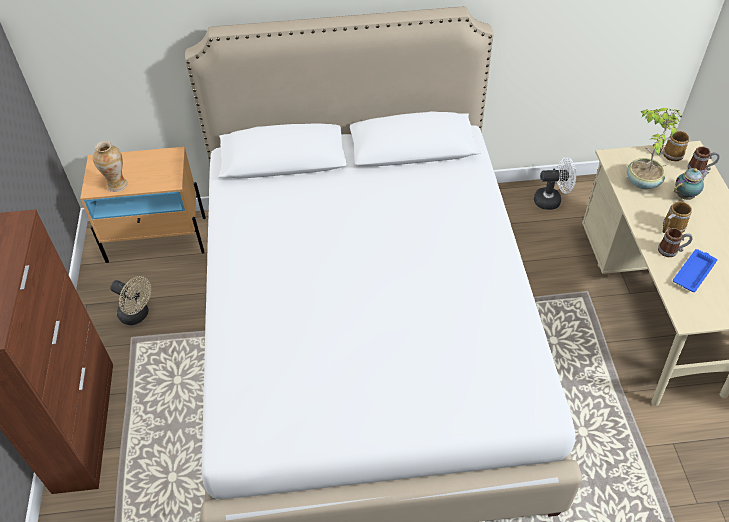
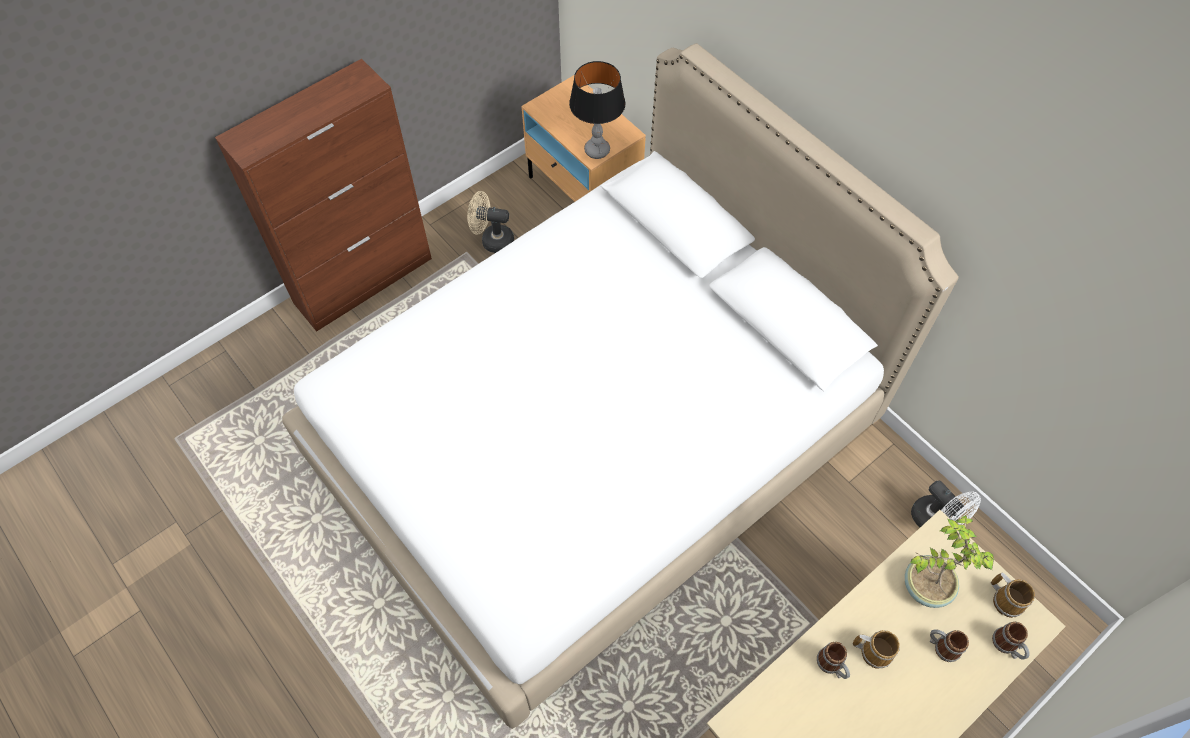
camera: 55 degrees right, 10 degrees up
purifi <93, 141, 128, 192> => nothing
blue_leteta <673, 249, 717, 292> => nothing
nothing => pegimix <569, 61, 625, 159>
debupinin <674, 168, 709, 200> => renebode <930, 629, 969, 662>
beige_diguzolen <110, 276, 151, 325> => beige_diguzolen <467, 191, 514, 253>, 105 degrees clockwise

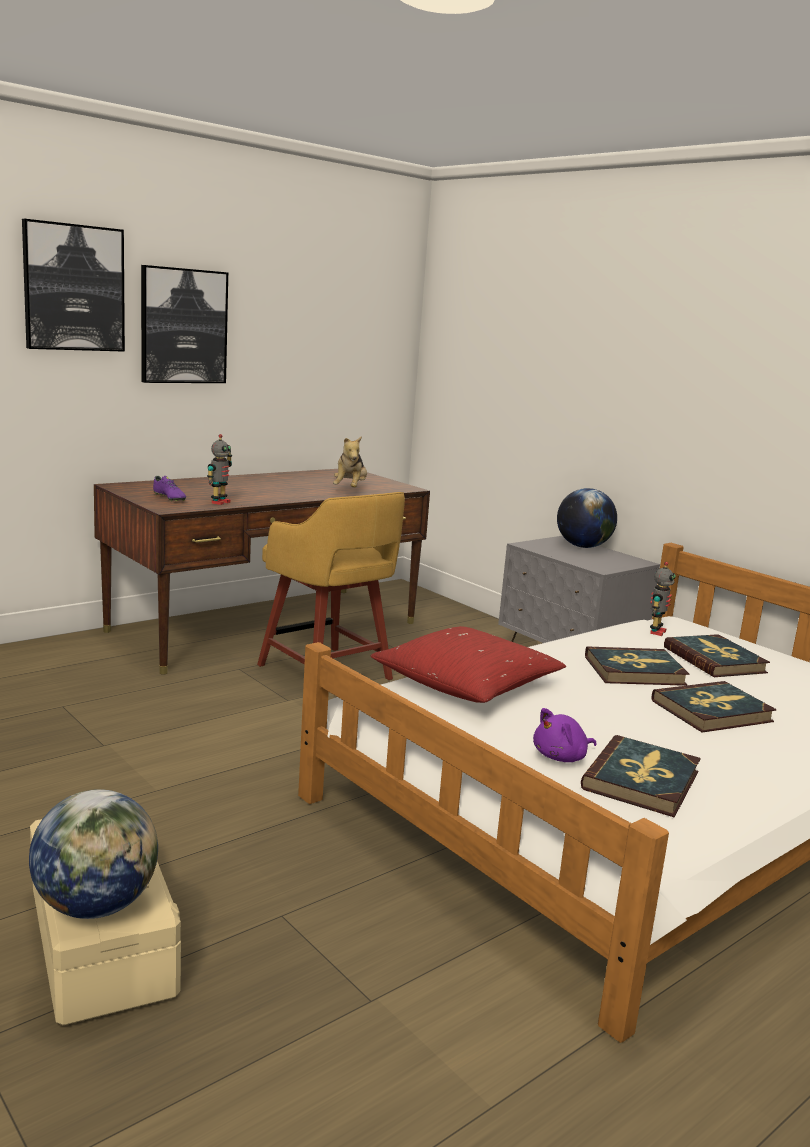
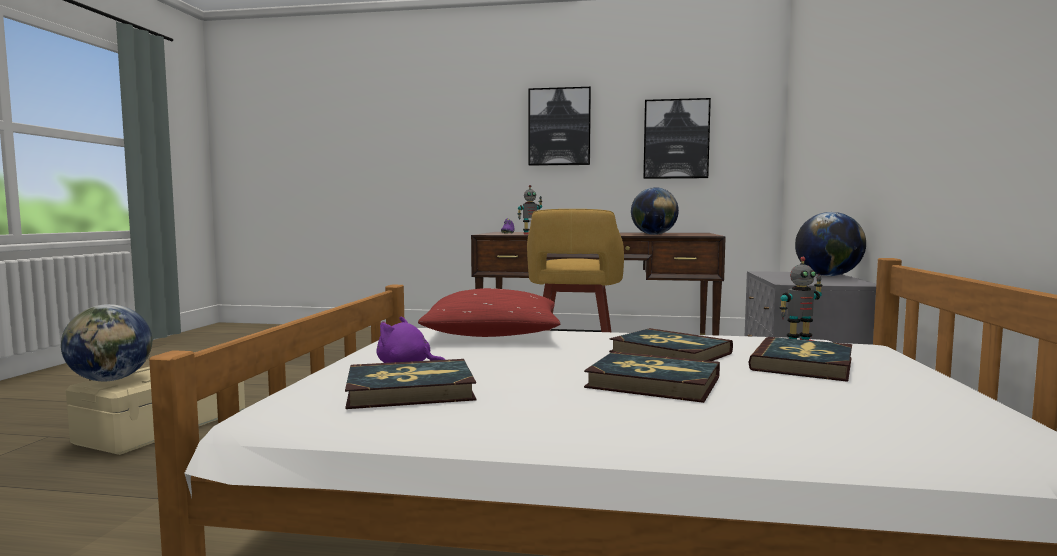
camera: 50 degrees right, 10 degrees down
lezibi <22, 219, 125, 352> => lezibi <643, 98, 711, 179>, move
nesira <333, 436, 367, 487> => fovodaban <631, 187, 679, 235>

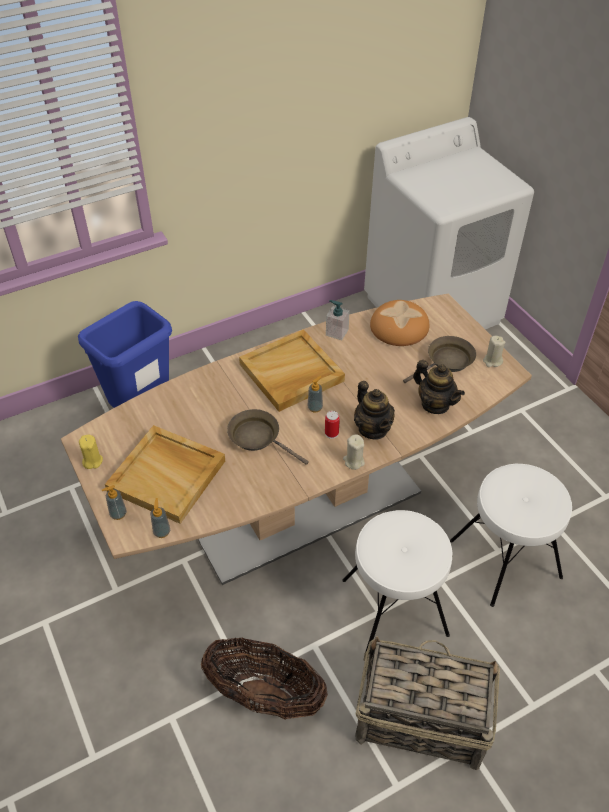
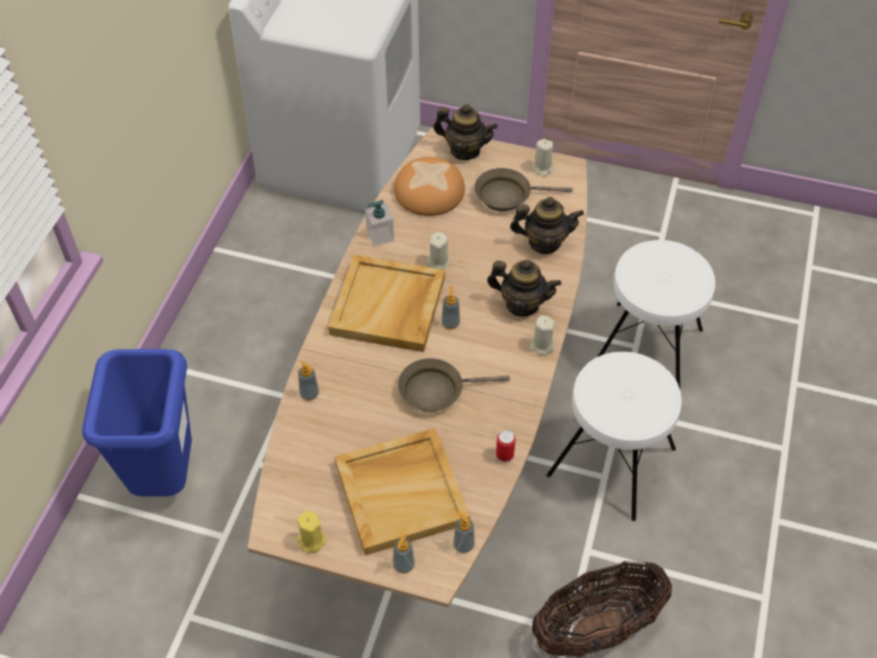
camera: 45 degrees left, 5 degrees up
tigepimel <355, 636, 500, 770> => nothing
nothing => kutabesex <298, 361, 319, 401>
nothing => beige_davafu <427, 232, 450, 270>
nothing => debupinin <433, 104, 498, 160>
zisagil <325, 411, 340, 439> => zisagil <496, 430, 516, 463>, move
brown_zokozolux <403, 336, 476, 383> => brown_zokozolux <475, 168, 573, 211>, 105 degrees counterclockwise

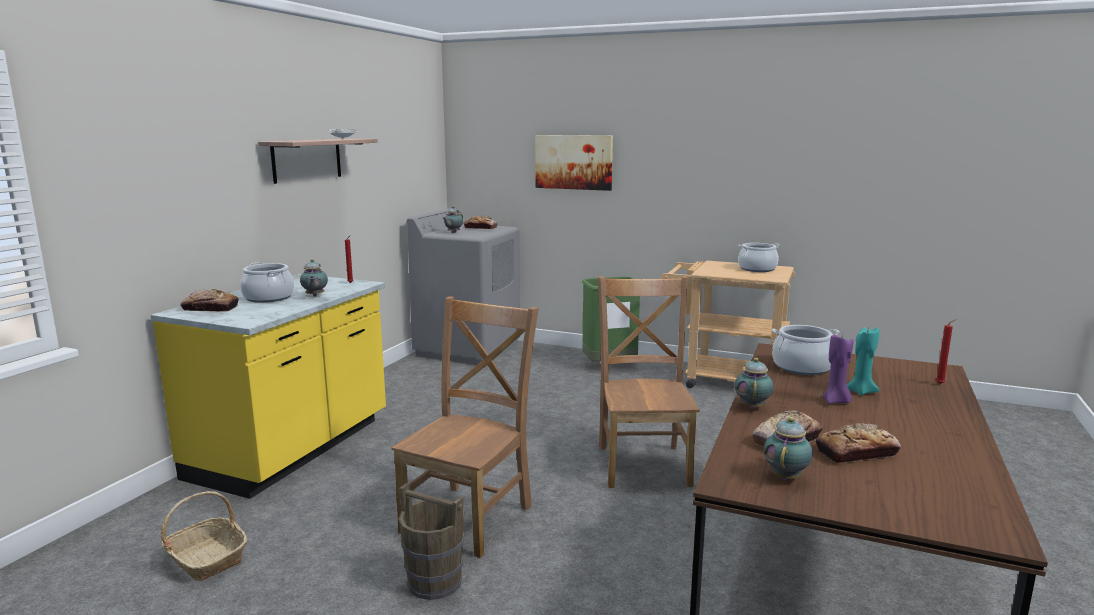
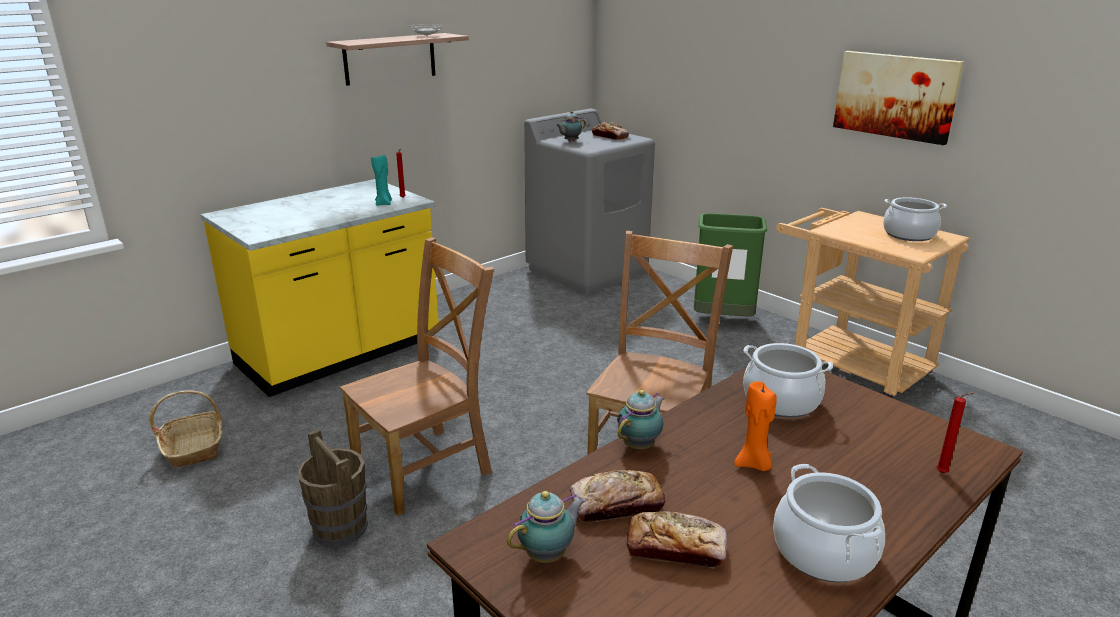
camera: 25 degrees right, 10 degrees up
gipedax <180, 289, 239, 312> => nothing
debupinin <300, 259, 328, 297> => nothing
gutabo <240, 262, 294, 303> => gutabo <773, 464, 885, 582>, move
lezibi <535, 135, 613, 191> => lezibi <833, 51, 964, 145>, move
turquoise_davafu <847, 326, 879, 396> => turquoise_davafu <371, 155, 392, 206>, move
purple_davafu <823, 334, 854, 404> => orange_davafu <734, 381, 777, 471>

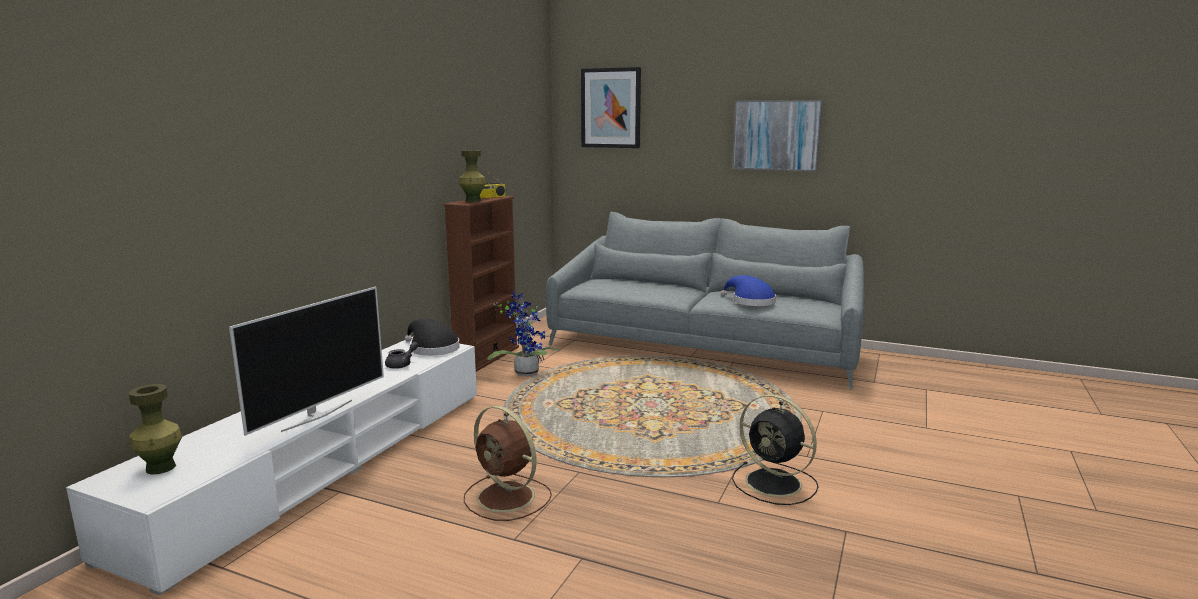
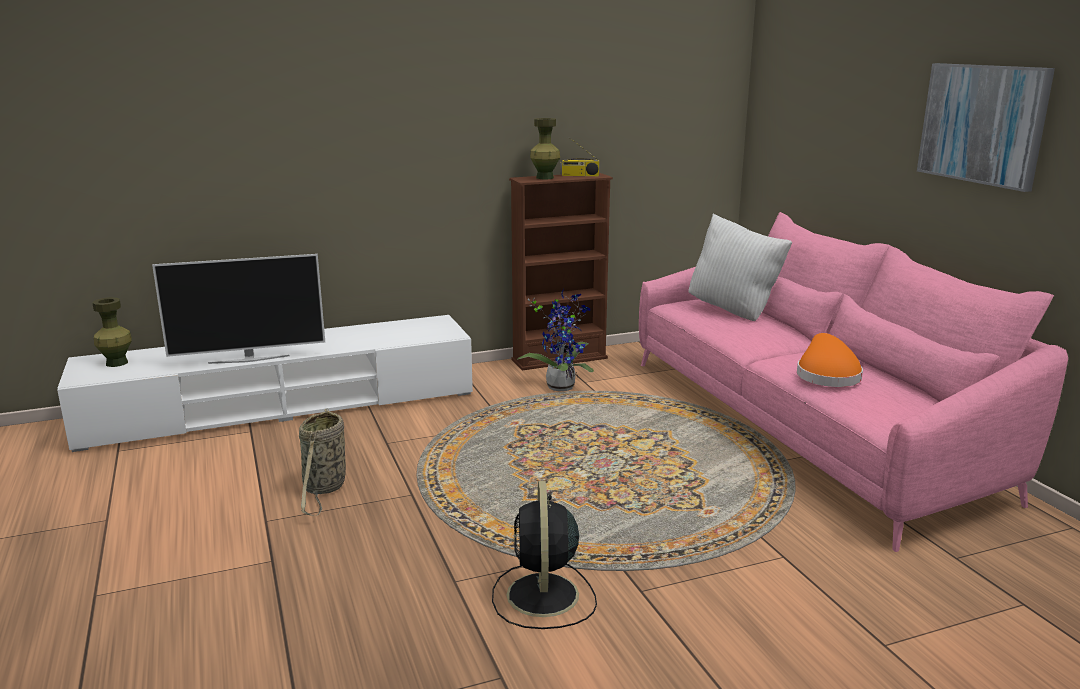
camera: 45 degrees right, 5 degrees up
grey_debupinin <385, 342, 418, 369> => nothing
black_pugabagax <405, 319, 460, 356> => nothing
lezibi <581, 67, 641, 148> => nothing
nothing => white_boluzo <688, 213, 792, 321>
brown_diguzolen <464, 406, 552, 521> => tigepimel <299, 409, 346, 516>
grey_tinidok <546, 212, 864, 389> => pink_tinidok <639, 212, 1068, 552>
blue_pugabagax <721, 275, 776, 306> => orange_pugabagax <797, 333, 863, 387>

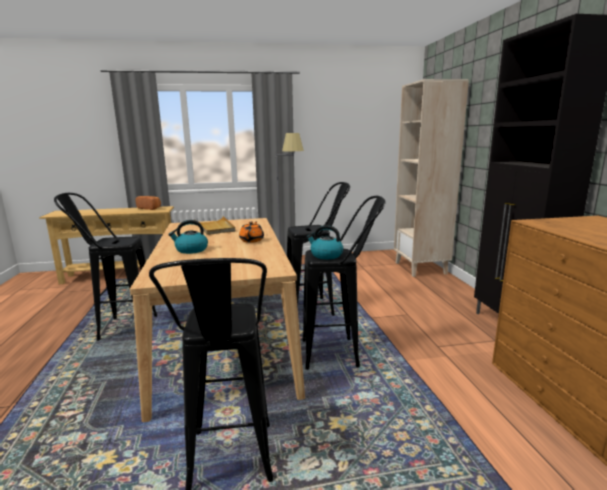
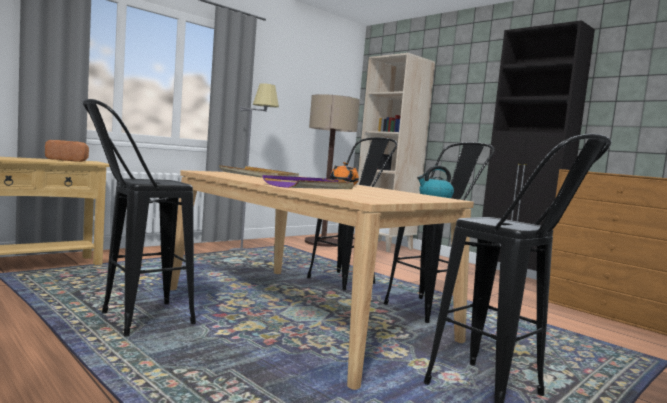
camera: 35 degrees left, 10 degrees down
nothing => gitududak <305, 94, 360, 247>
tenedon <168, 220, 208, 254> => purple_leteta <262, 175, 354, 189>

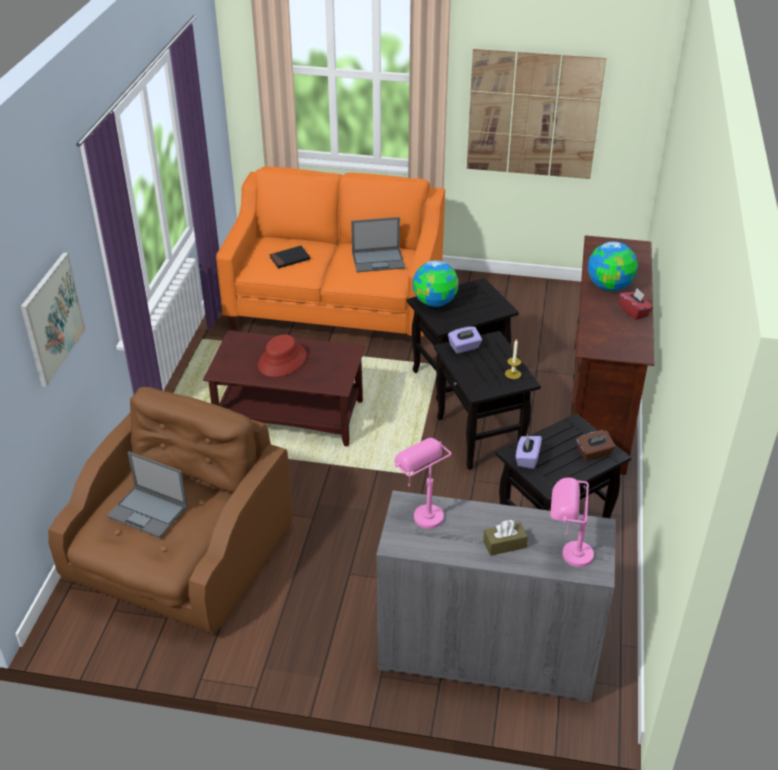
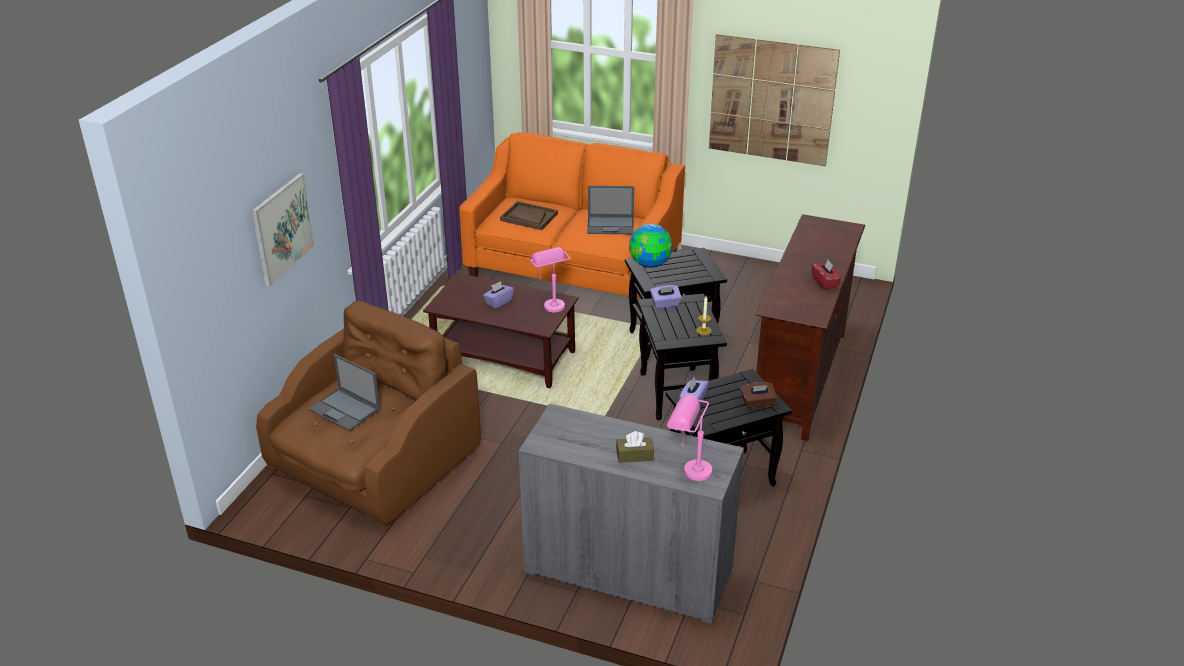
camera: 10 degrees right, 5 degrees down
fovodaban <588, 242, 638, 291> => nothing
pink_pegimix <394, 438, 451, 529> => pink_pegimix <529, 247, 570, 313>, move
red_pugabagax <258, 335, 307, 377> => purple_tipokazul <483, 281, 514, 309>
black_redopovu <269, 246, 310, 269> => brown_leteta <500, 201, 558, 230>

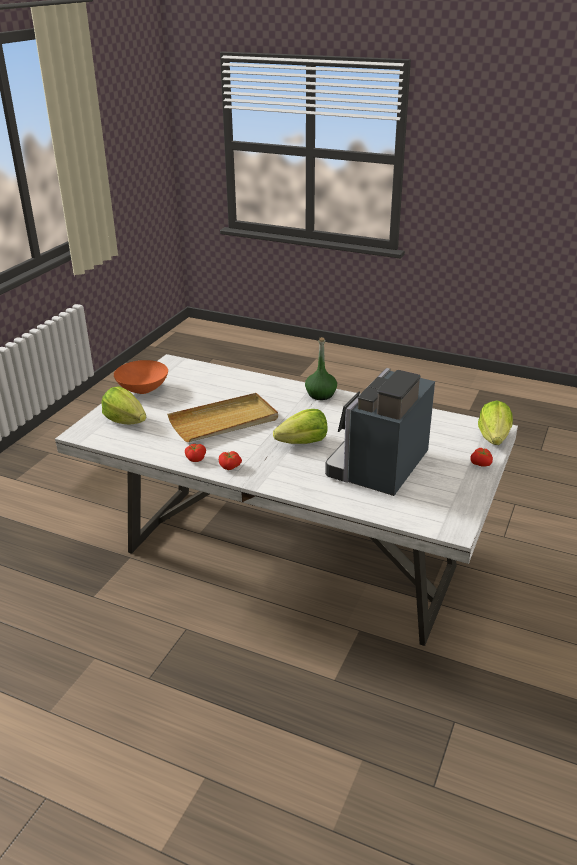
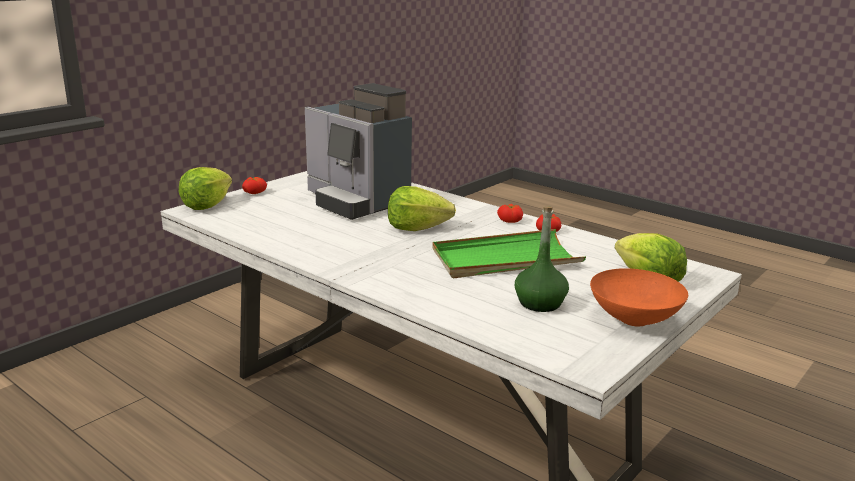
camera: 165 degrees left, 10 degrees down
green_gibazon <305, 337, 337, 400> => green_gibazon <515, 206, 569, 312>, move
beige_leteta <167, 393, 278, 442> => green_leteta <432, 229, 586, 278>
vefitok <325, 368, 435, 496> => vefitok <305, 83, 412, 220>, 90 degrees clockwise

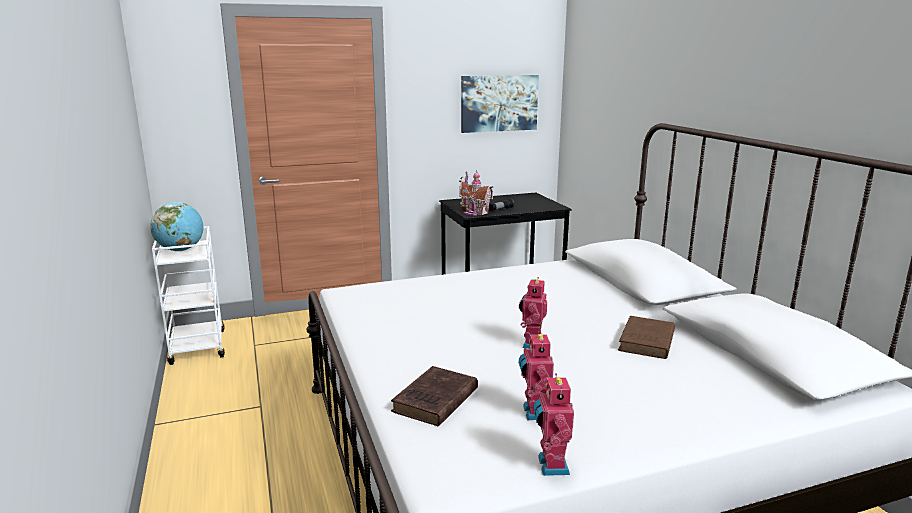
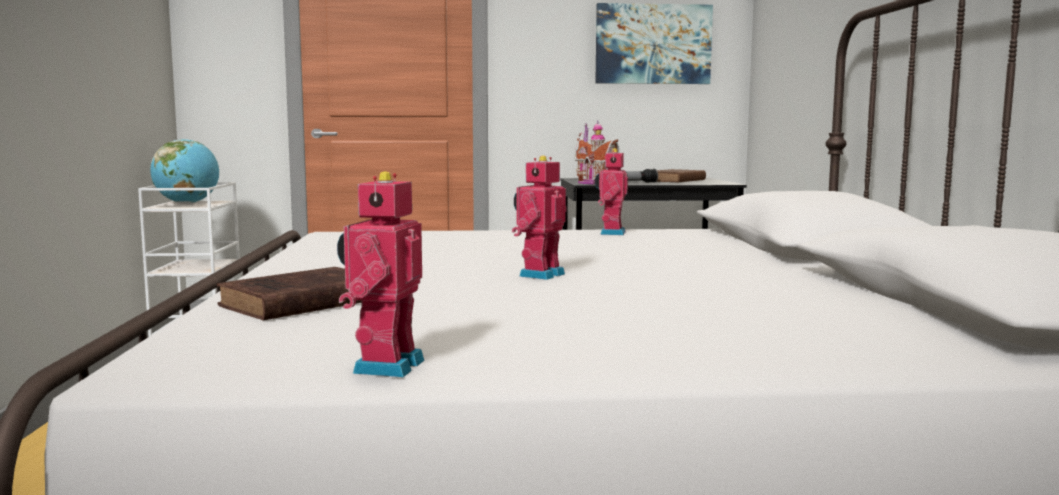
camera: 15 degrees right, 10 degrees down
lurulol <519, 331, 554, 420> => lurulol <595, 148, 628, 235>, move
brown_redopovu <618, 316, 675, 359> => brown_redopovu <656, 169, 706, 183>, move

